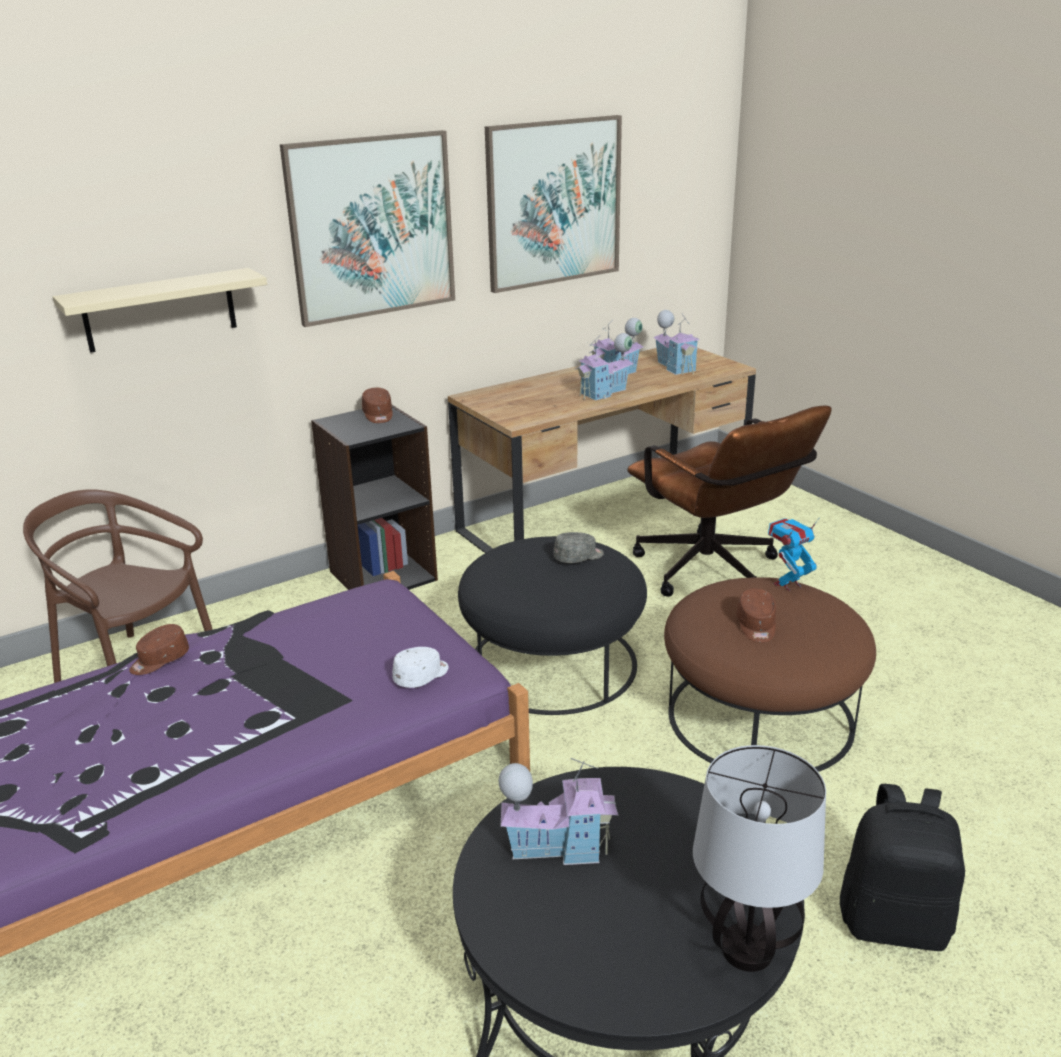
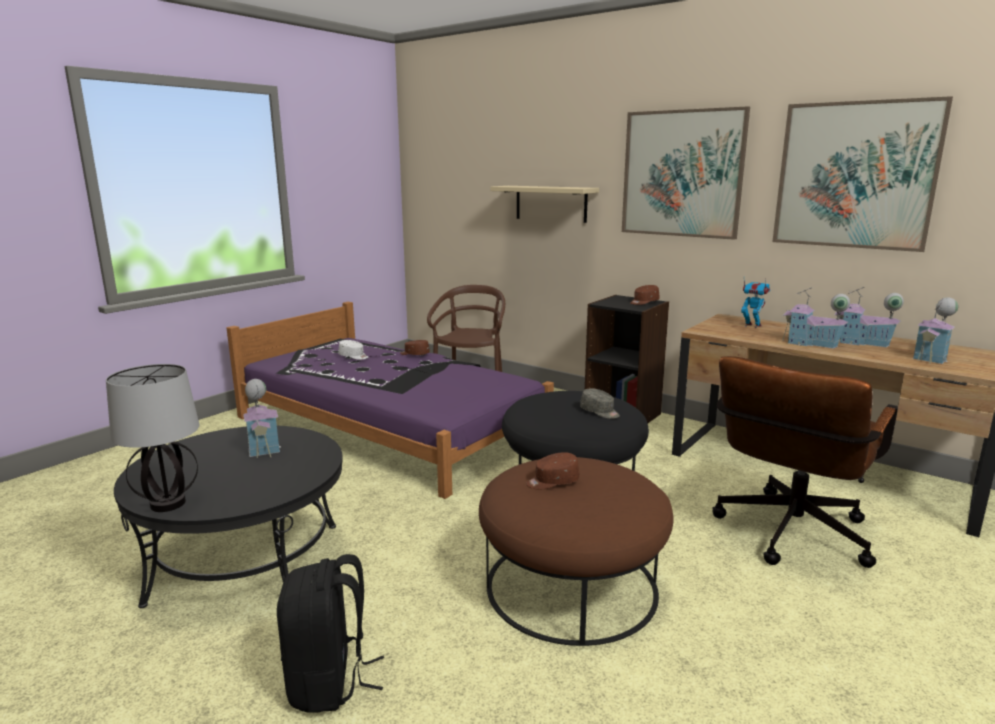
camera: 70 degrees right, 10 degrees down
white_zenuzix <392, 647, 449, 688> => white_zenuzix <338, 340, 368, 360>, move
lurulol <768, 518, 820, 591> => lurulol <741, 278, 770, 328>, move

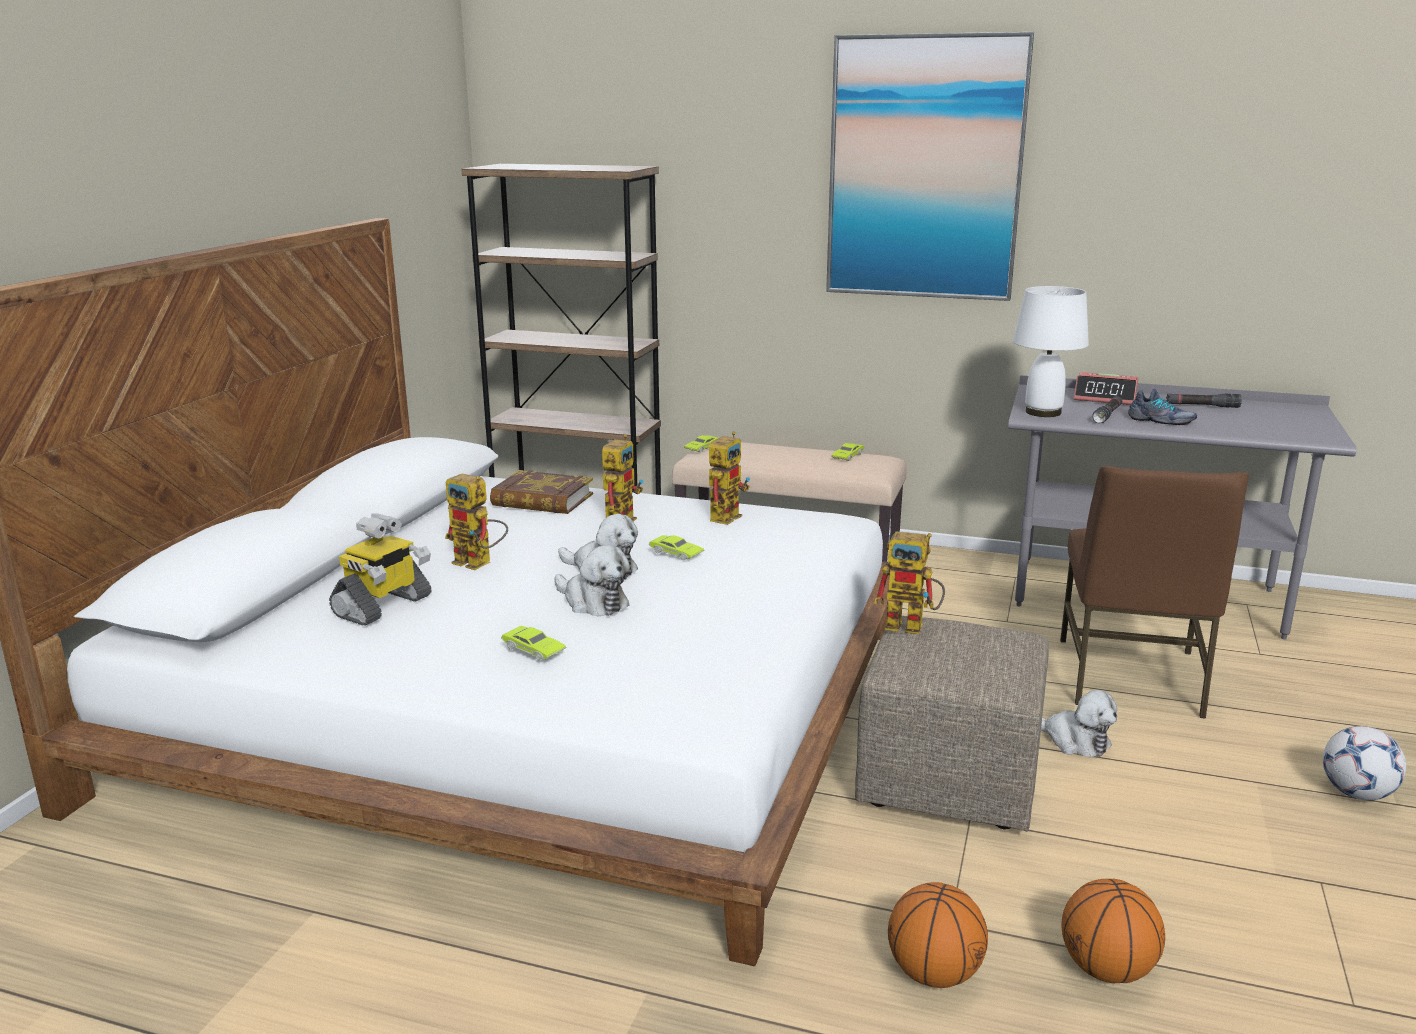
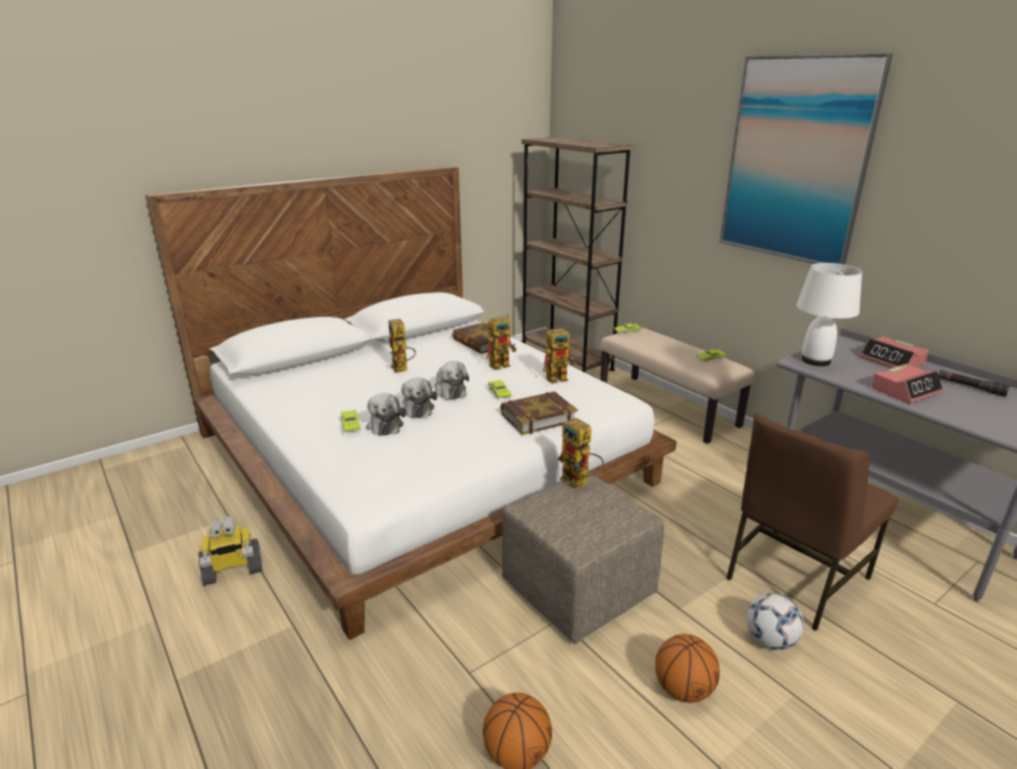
camera: 35 degrees right, 5 degrees up
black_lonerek <1092, 396, 1122, 424> => nothing
nothing => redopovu <500, 391, 578, 435>
lurulol <329, 514, 431, 626> => lurulol <198, 516, 262, 586>, move
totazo <888, 882, 988, 988> => totazo <655, 634, 720, 703>, move
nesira <1041, 690, 1117, 757> => nesira <366, 393, 406, 436>, move
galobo <1323, 726, 1406, 800> => galobo <746, 593, 804, 650>, move
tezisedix <1128, 389, 1197, 425> => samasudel <871, 364, 943, 403>

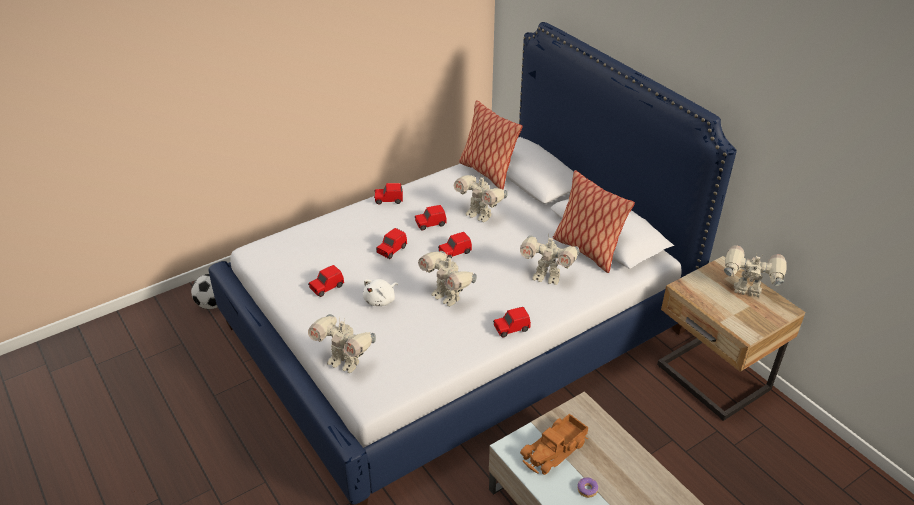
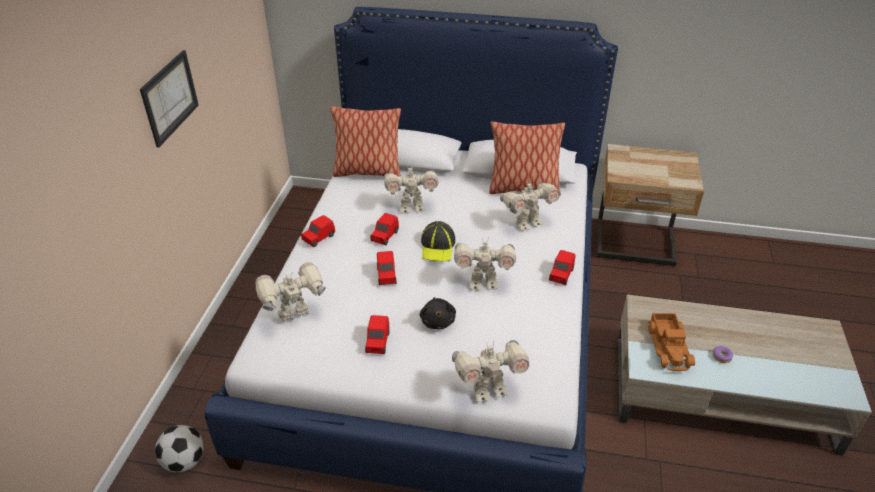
camera: 45 degrees left, 0 degrees up
nothing => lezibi <140, 50, 199, 147>
lurulol <724, 245, 787, 297> => lurulol <255, 262, 326, 322>, move
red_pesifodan <438, 232, 472, 259> => zenuzix <421, 221, 456, 261>
white_nesira <363, 279, 398, 306> => black_nesira <420, 297, 456, 329>

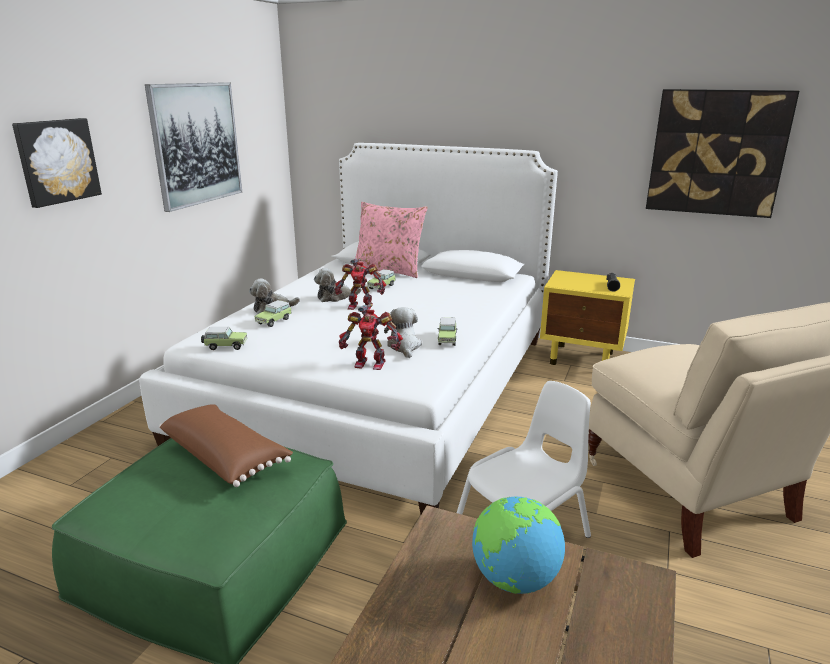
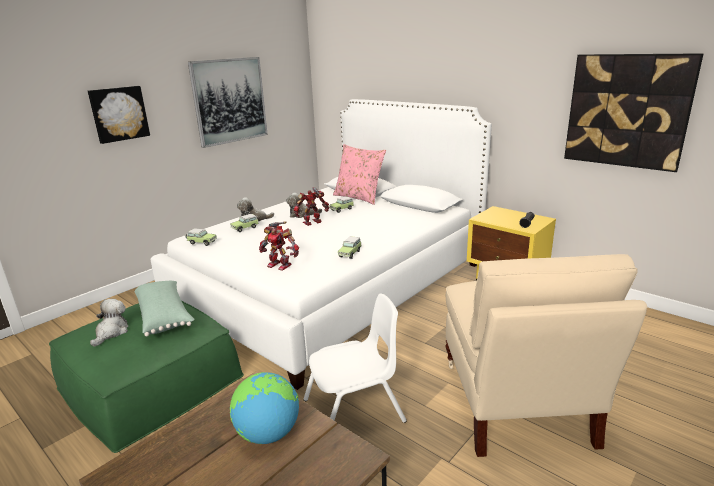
camera: 20 degrees right, 0 degrees up
nesira <384, 307, 422, 358> => nesira <90, 299, 128, 347>, move
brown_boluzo <159, 404, 293, 487> => green_boluzo <135, 281, 195, 337>
lurulol <335, 258, 386, 310> => lurulol <294, 187, 329, 226>, 120 degrees clockwise

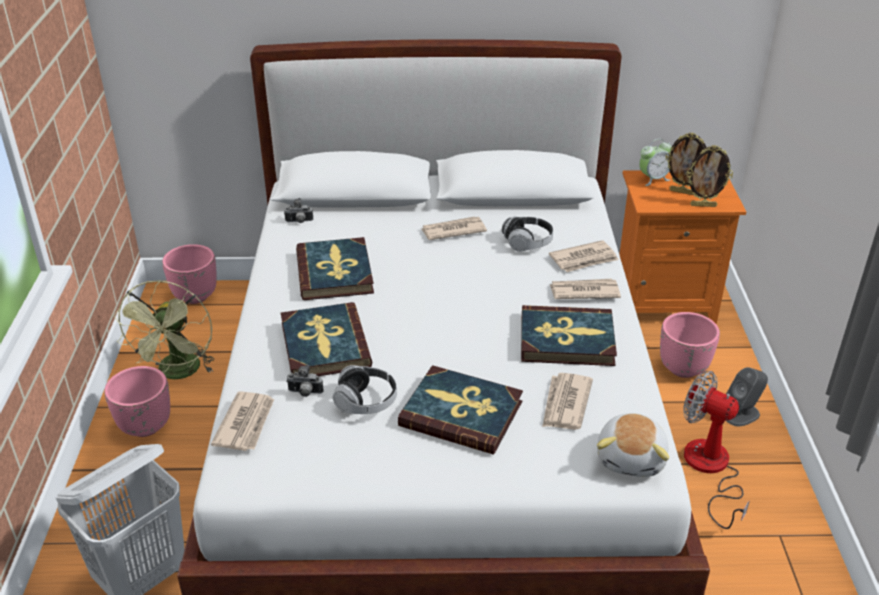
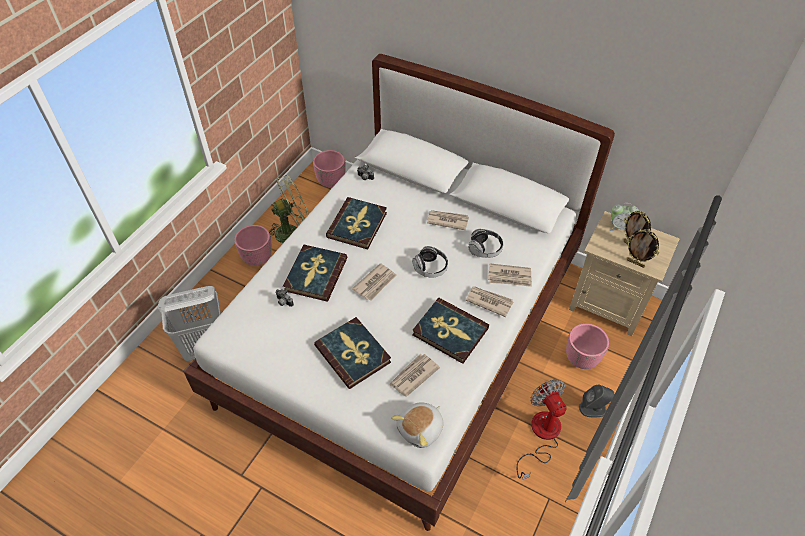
camera: 30 degrees right, 15 degrees up
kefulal <211, 391, 274, 451> => kefulal <352, 263, 396, 301>, move
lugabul <333, 365, 397, 414> => lugabul <412, 246, 448, 278>, move
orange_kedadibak <619, 170, 746, 324> => beige_kedadibak <569, 211, 680, 336>
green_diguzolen <113, 280, 214, 379> => green_diguzolen <269, 175, 309, 243>, 150 degrees counterclockwise

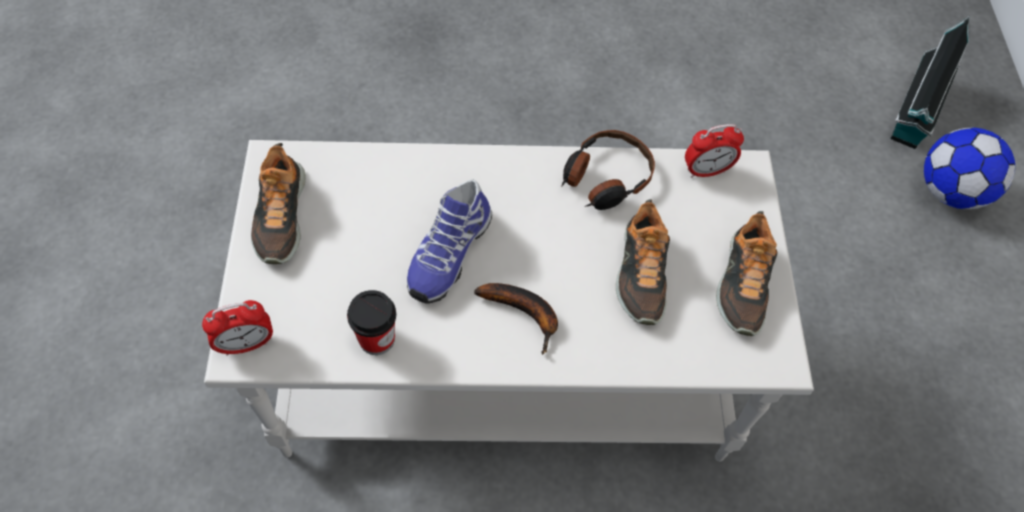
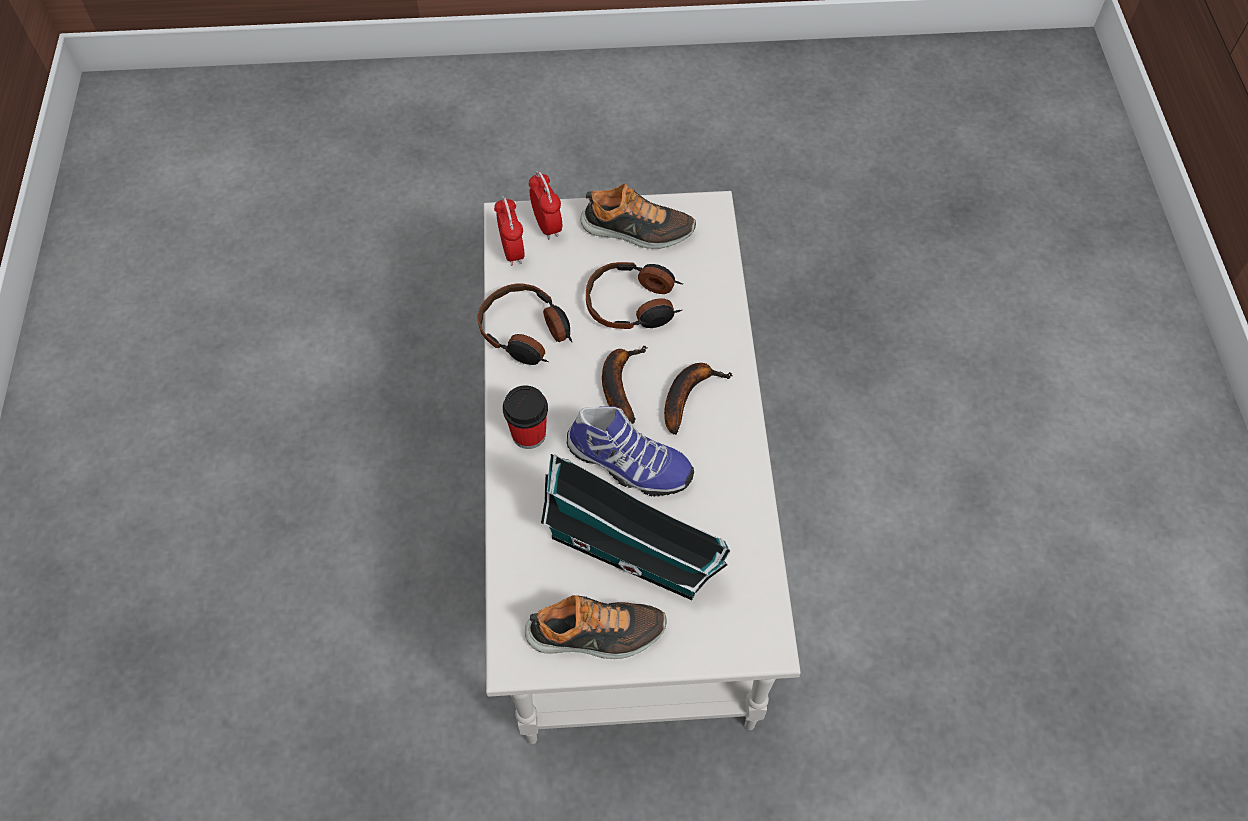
camera: 90 degrees left, 0 degrees up
galobo <924, 127, 1015, 209> => nothing
nothing => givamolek <602, 346, 648, 424>
samasudel <202, 300, 273, 356> => samasudel <529, 171, 562, 240>, move
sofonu <347, 290, 396, 355> => sofonu <503, 385, 548, 449>, move
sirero <890, 15, 970, 149> => sirero <541, 454, 730, 600>, move
tezisedix <616, 199, 670, 325> => lugabul <586, 262, 683, 329>

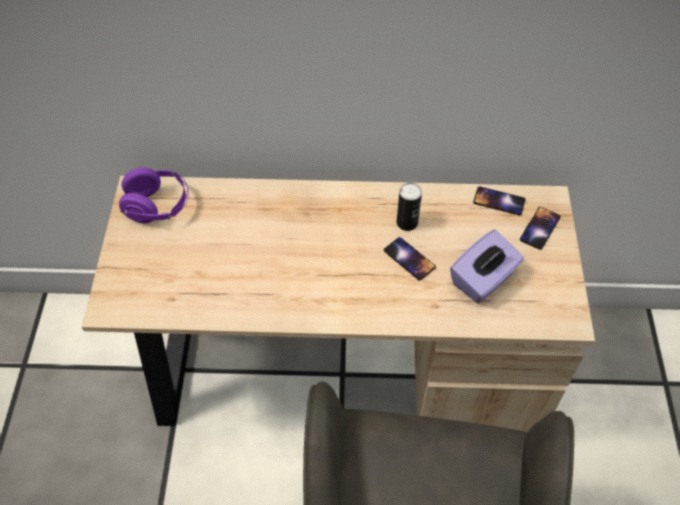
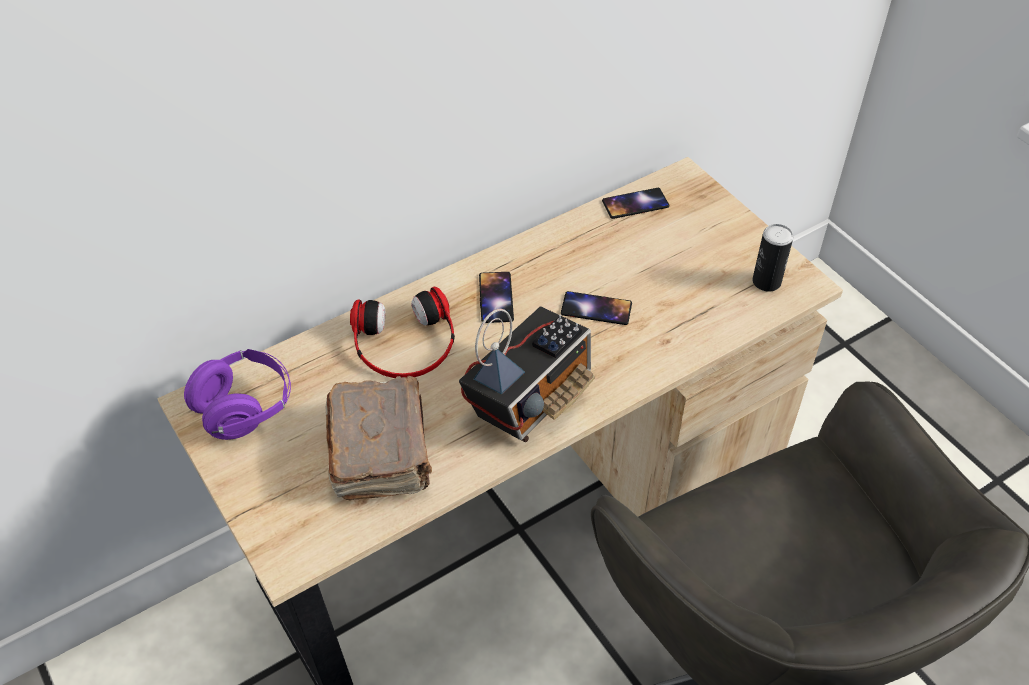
camera: 35 degrees left, 5 degrees down
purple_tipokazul <450, 230, 524, 303> => nothing
nothing => brown_redopovu <326, 376, 432, 501>
nothing => lugabul <350, 287, 455, 378>
nothing => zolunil <459, 306, 595, 442>
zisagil <397, 183, 422, 231> => zisagil <752, 224, 793, 292>, move
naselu <520, 207, 561, 250> => naselu <479, 272, 514, 323>, move

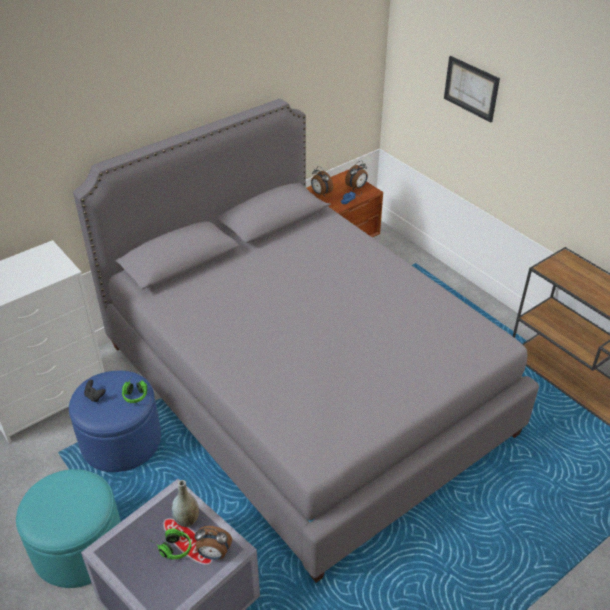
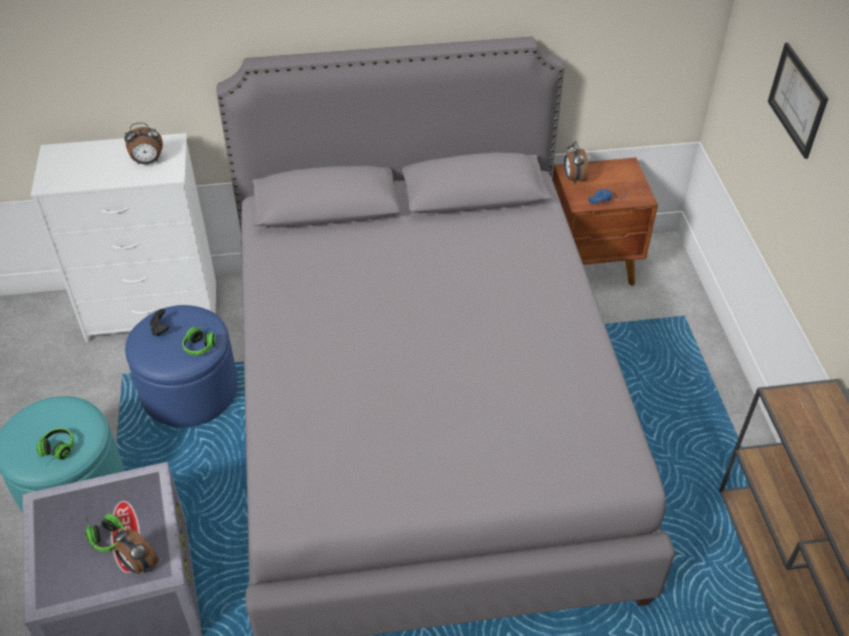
camera: 30 degrees right, 5 degrees up
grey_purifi <172, 480, 199, 527> => nothing
nothing => lugabul <36, 428, 74, 466>
samasudel <345, 161, 368, 190> => samasudel <124, 123, 163, 164>, move

